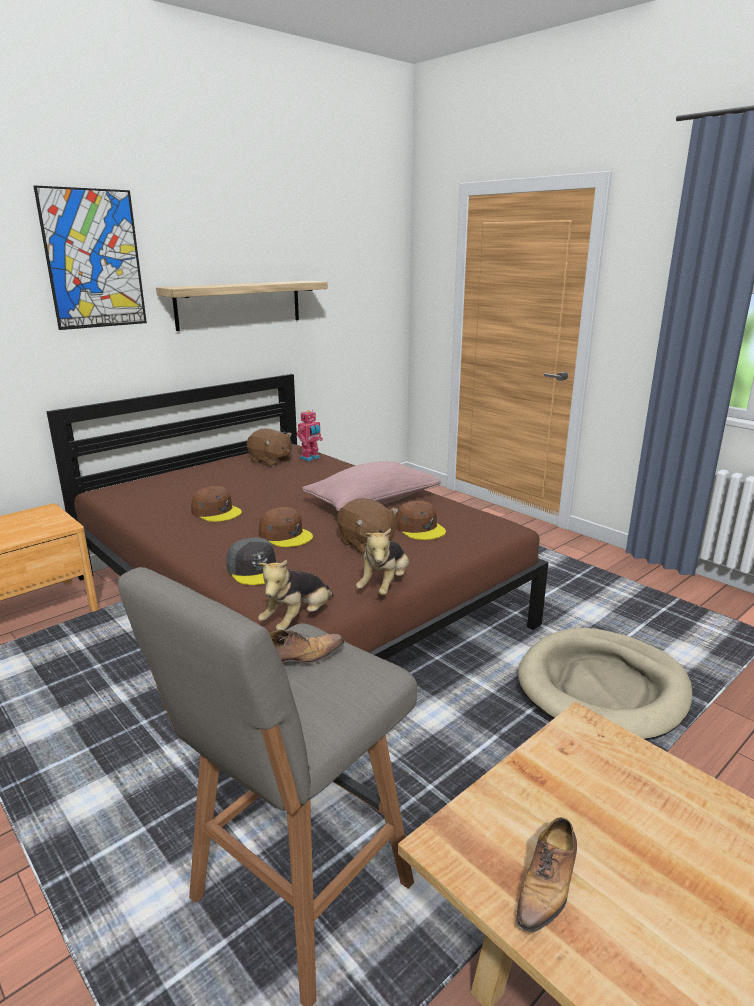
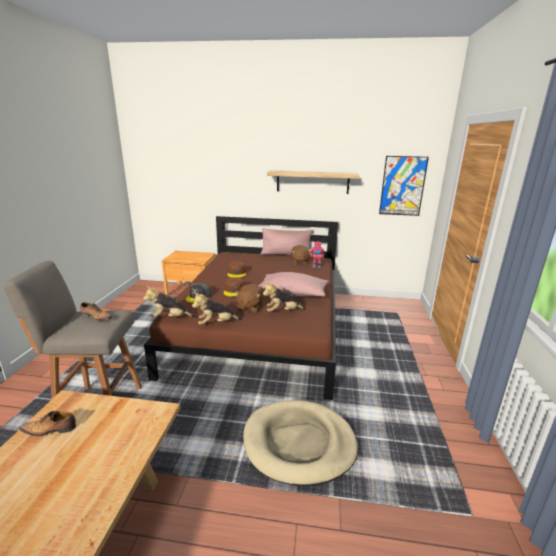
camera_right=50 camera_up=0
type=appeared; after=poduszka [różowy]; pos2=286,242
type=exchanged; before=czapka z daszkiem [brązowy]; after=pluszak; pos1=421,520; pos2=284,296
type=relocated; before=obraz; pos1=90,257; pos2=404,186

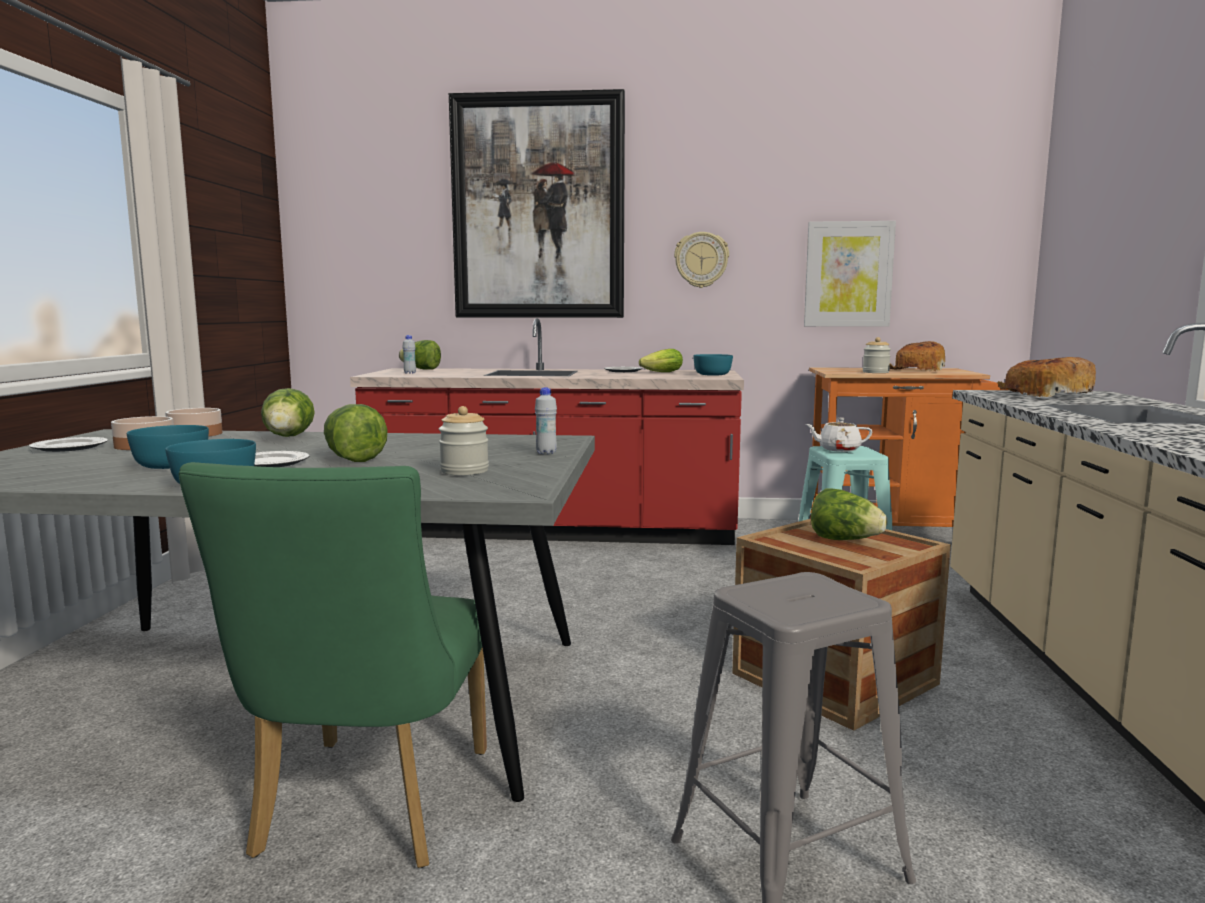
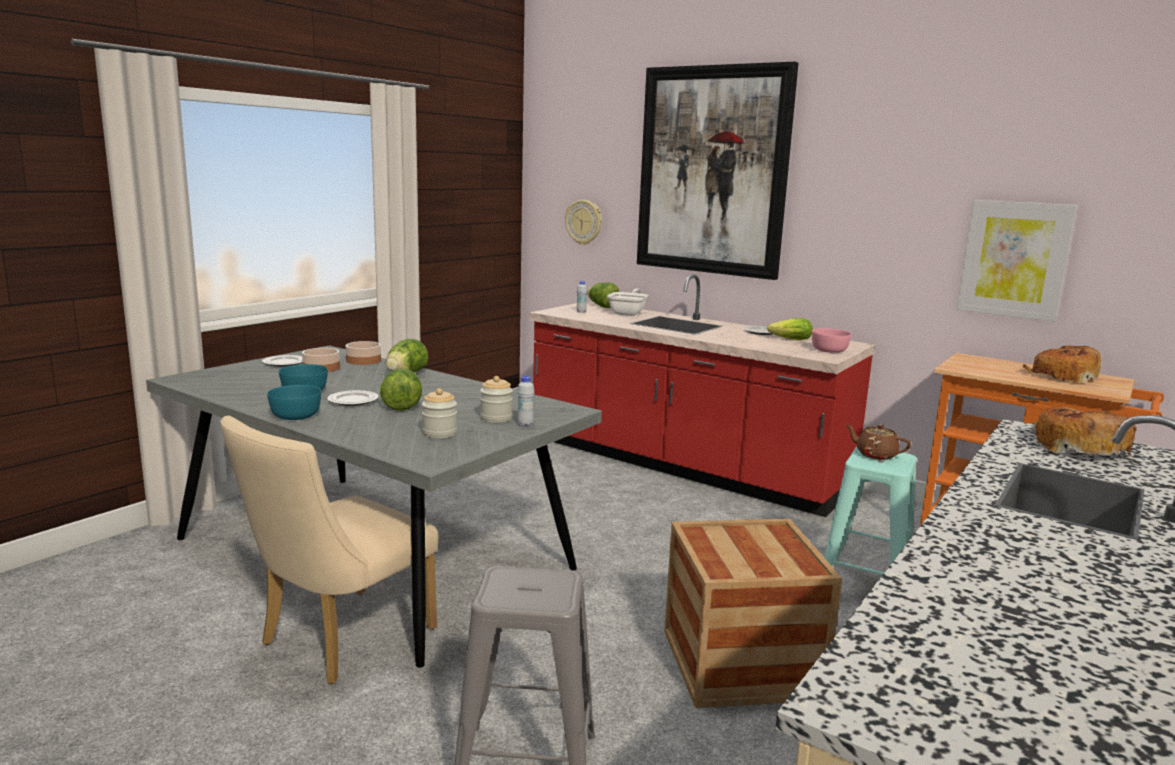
camera_right=30 camera_up=5
type=colour; before=krzesło [zielony]; after=krzesło [beżowy]; pos1=333,665; pos2=329,550
type=relocated; before=słoik; pos1=877,355; pos2=496,399
type=relocated; before=zegar ścienny; pos1=701,260; pos2=583,222
type=appeared; after=patelnia; pos2=627,302
type=colour; before=miska [turkusowy]; after=miska [różowy]; pos1=713,365; pos2=832,340
type=colour; before=imbryk [biały]; after=imbryk [brązowy]; pos1=838,435; pos2=878,442
type=missing; before=sałata; pos1=849,514

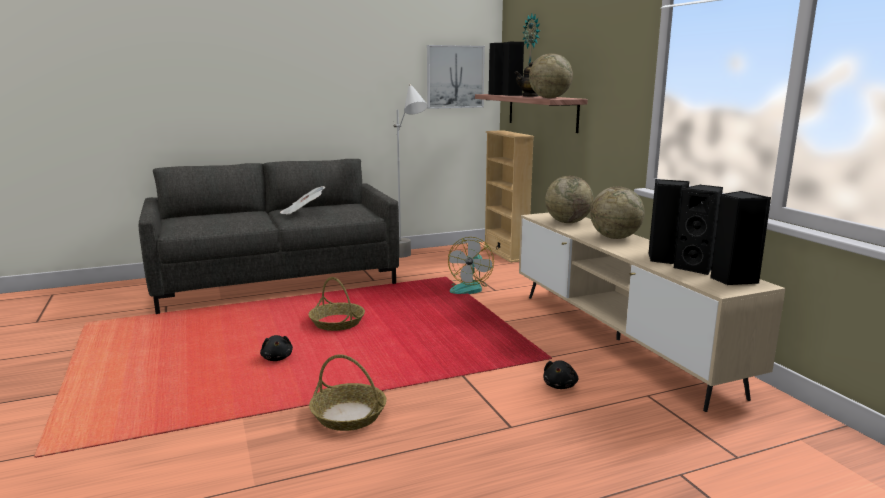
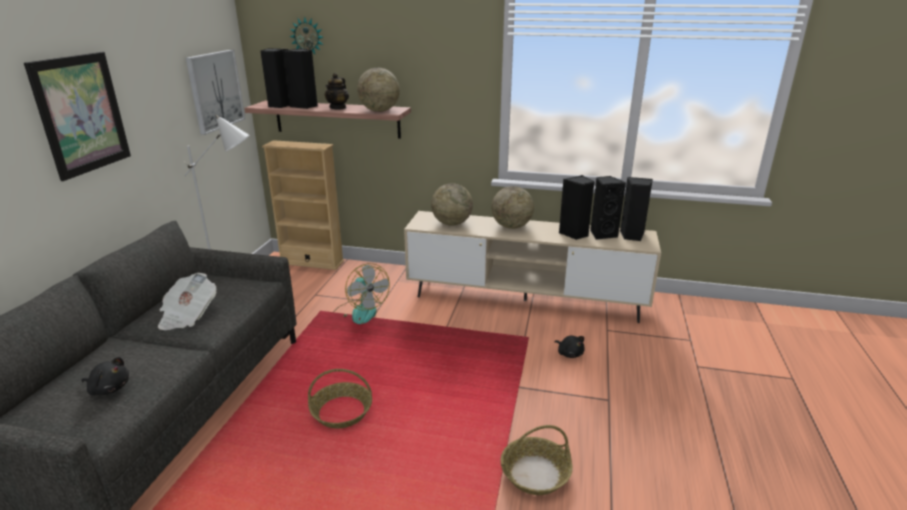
camera_right=-55 camera_up=10
type=appeared; after=obraz; pos2=77,116
type=relocated; before=pluszak [czarny]; pos1=276,348; pos2=105,376

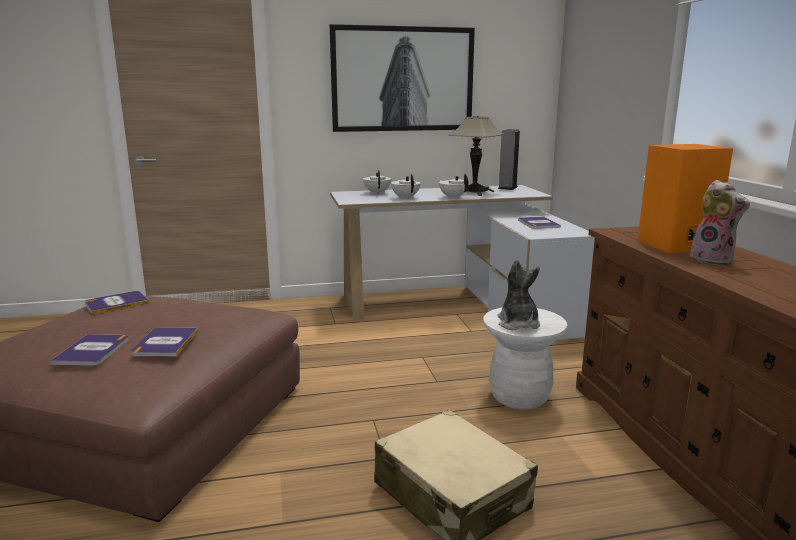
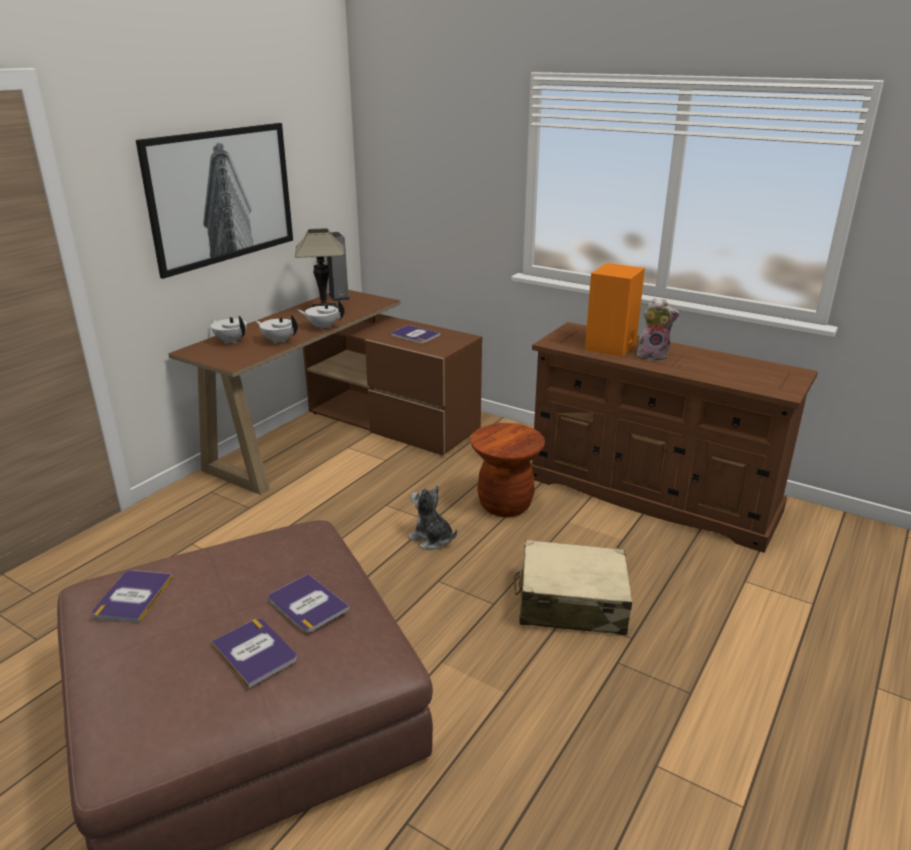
camera_right=-45 camera_up=10
type=colour; before=biurko [biały]; after=biurko [brązowy]; pos1=462,262; pos2=325,392
type=relocated; before=pluszak; pos1=519,294; pos2=432,517
type=colour; before=stołek [biały]; after=stołek [brązowy]; pos1=525,358; pos2=507,470

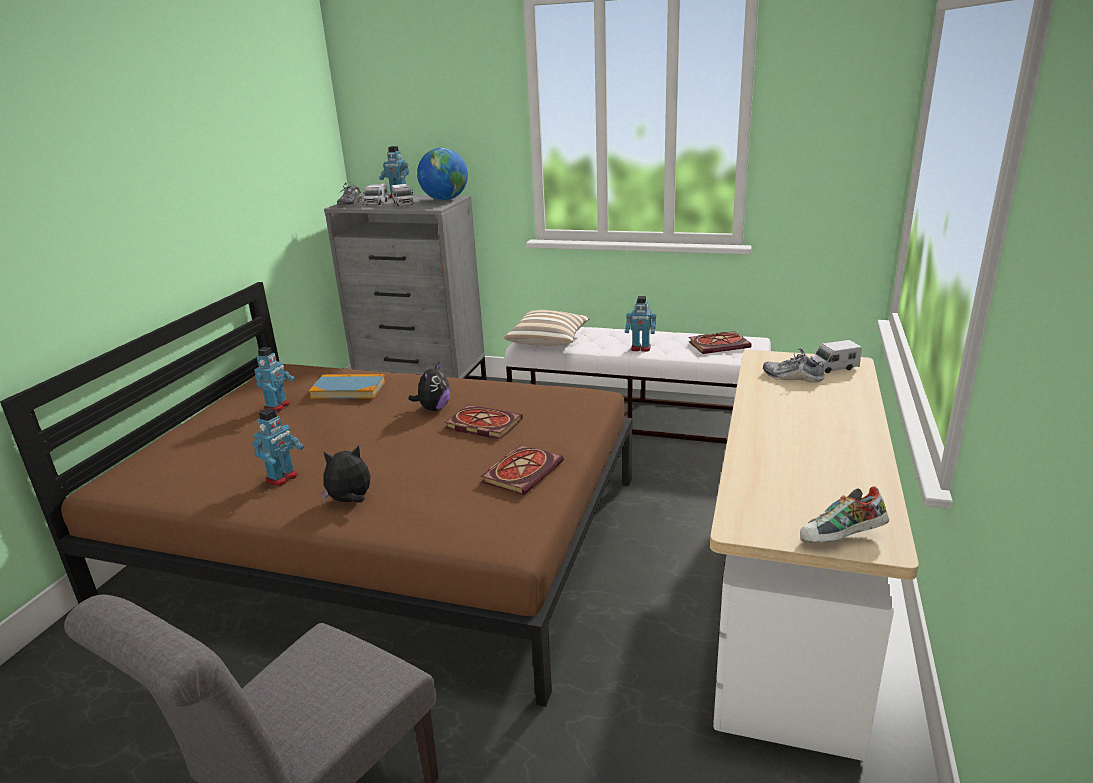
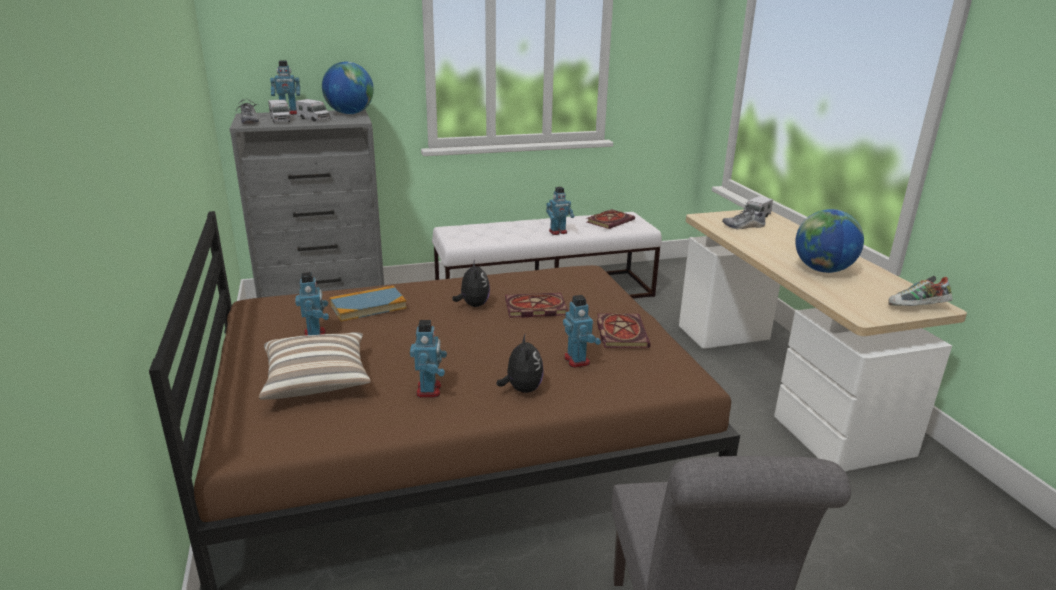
camera_right=-35 camera_up=0
type=relocated; before=poduszka; pos1=547,328; pos2=314,366
type=spun; before=pluszak; pos1=345,474; pos2=519,363; turn=135
type=appeared; after=robot zabawkowy; pos2=582,331
type=appeared; after=globus; pos2=829,241
type=spun; before=but; pos1=844,514; pos2=920,291; turn=45

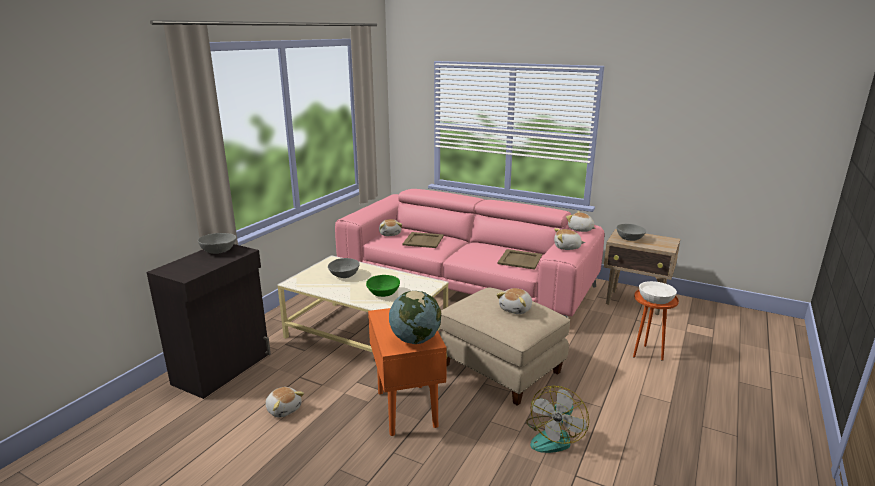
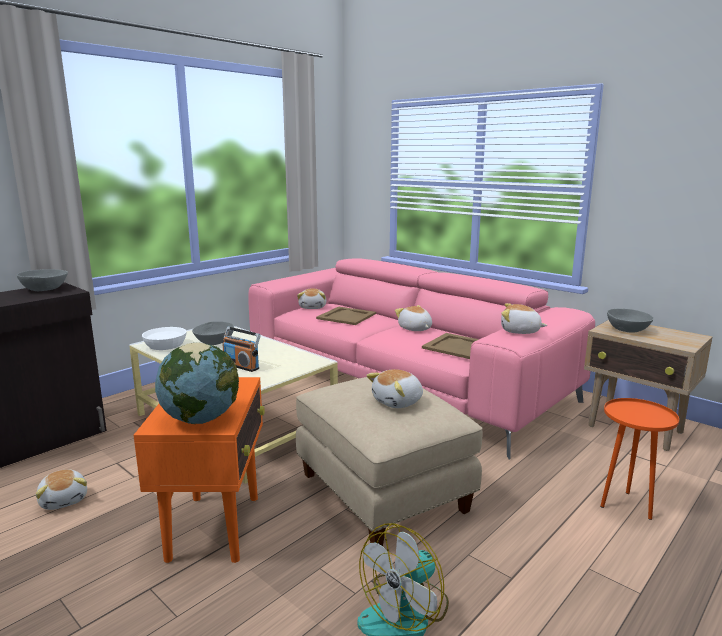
camera_right=15 camera_up=-5
type=relocated; before=miska [biały]; pos1=658,292; pos2=164,338
type=exchanged; before=miska [zielony]; after=radio; pos1=383,286; pos2=242,349
type=relocated; before=pluszak; pos1=581,221; pos2=413,318

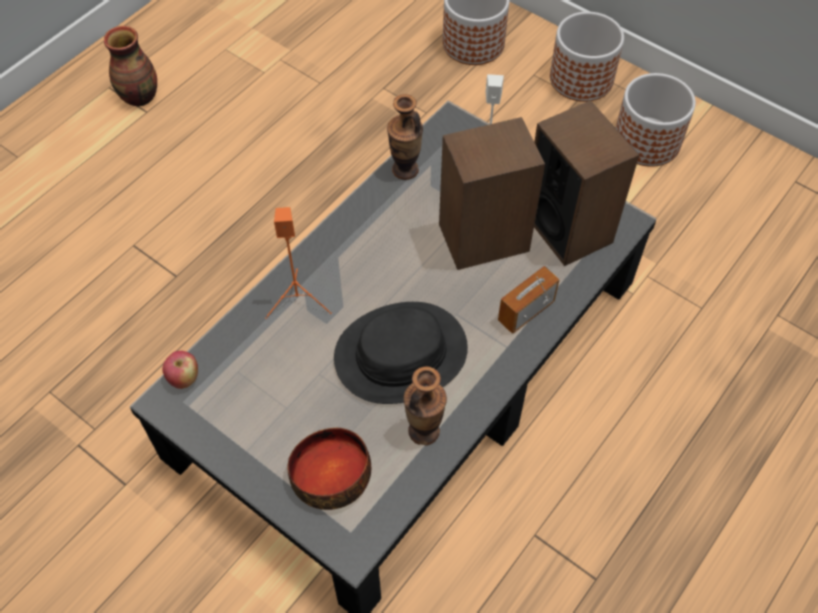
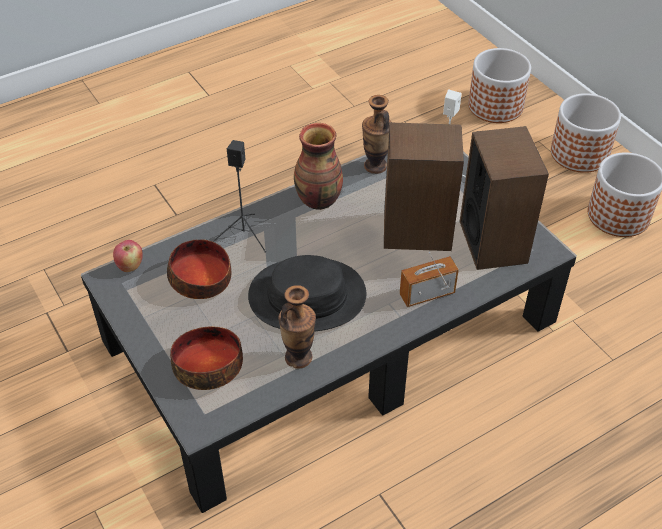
camera_right=20 camera_up=-10
type=appeared; after=miska; pos2=199,269
type=colour; before=głośnik [pomarańczowy]; after=głośnik [czarny]; pos1=298,263; pos2=239,196
type=relocated; before=wazon; pos1=130,66; pos2=318,166

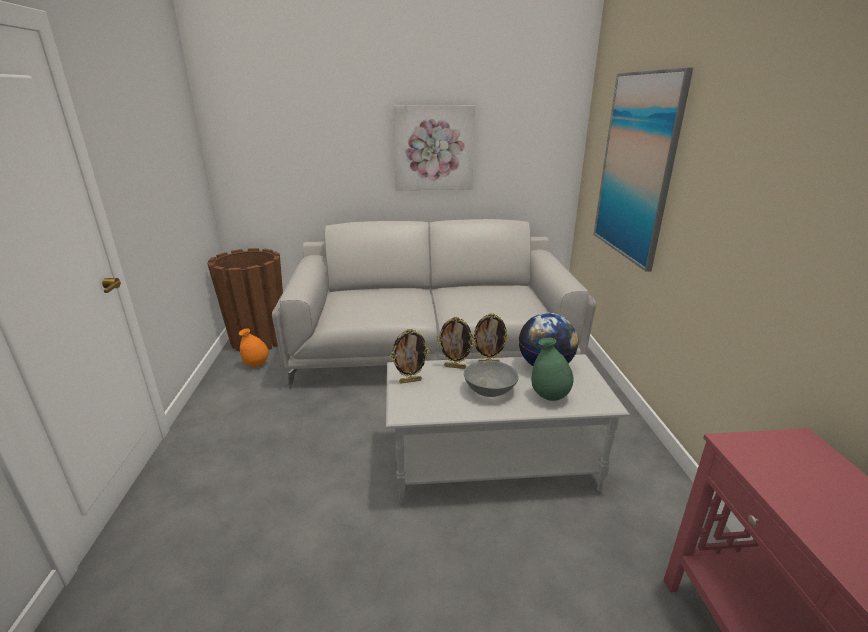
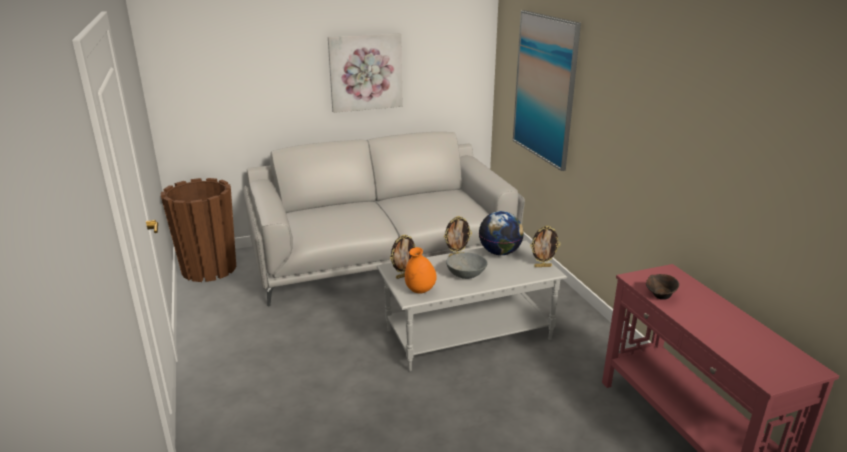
camera_right=-15 camera_up=0
type=relocated; before=wazon [pomarańczowy]; pos1=253,347; pos2=421,270
type=relocated; before=ramka na zdjęcie; pos1=456,343; pos2=545,246
type=appeared; after=miska [brązowy]; pos2=662,287
type=missing; before=wazon [zielony]; pos1=552,369

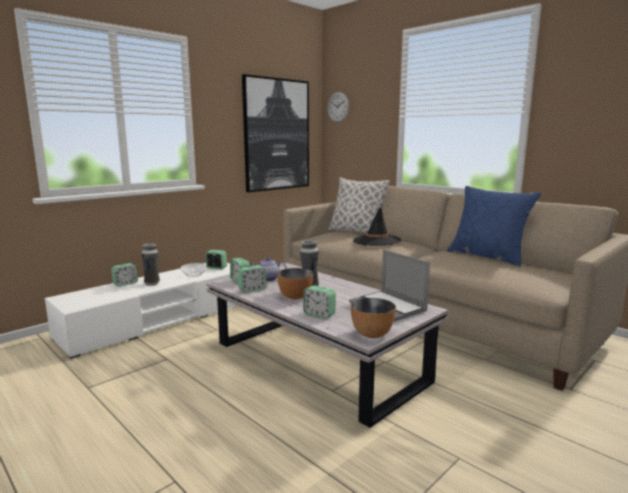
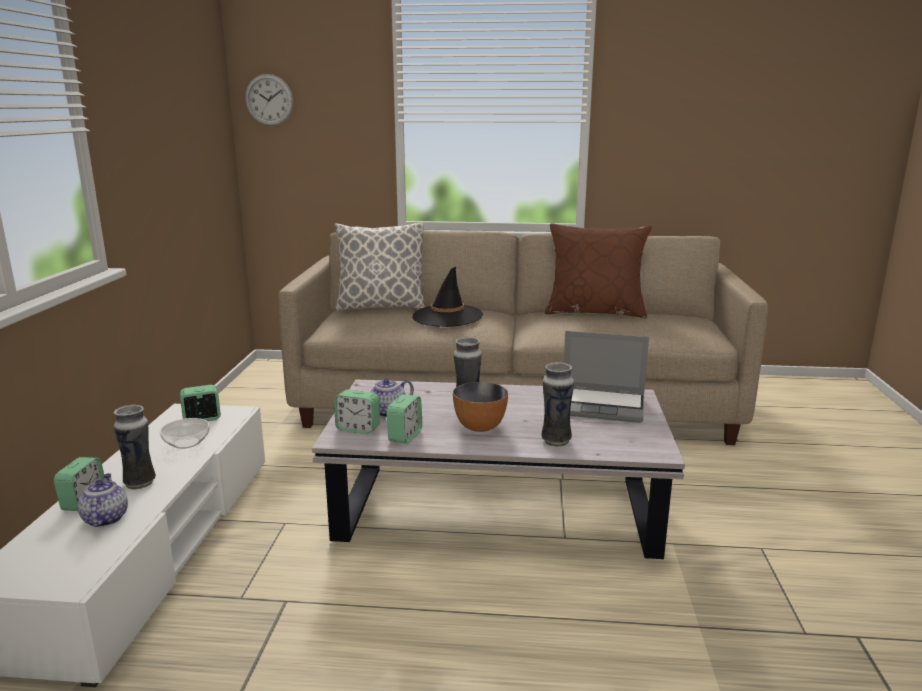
camera_right=-40 camera_up=5
type=appeared; after=imbryk; pos2=102,500
type=exchanged; before=budzik; after=wazon; pos1=319,302; pos2=557,404
type=colour; before=poduszka [niebieski]; after=poduszka [brązowy]; pos1=494,226; pos2=598,271
type=missing; before=obraz; pos1=275,133
type=missing; before=miska; pos1=373,318

